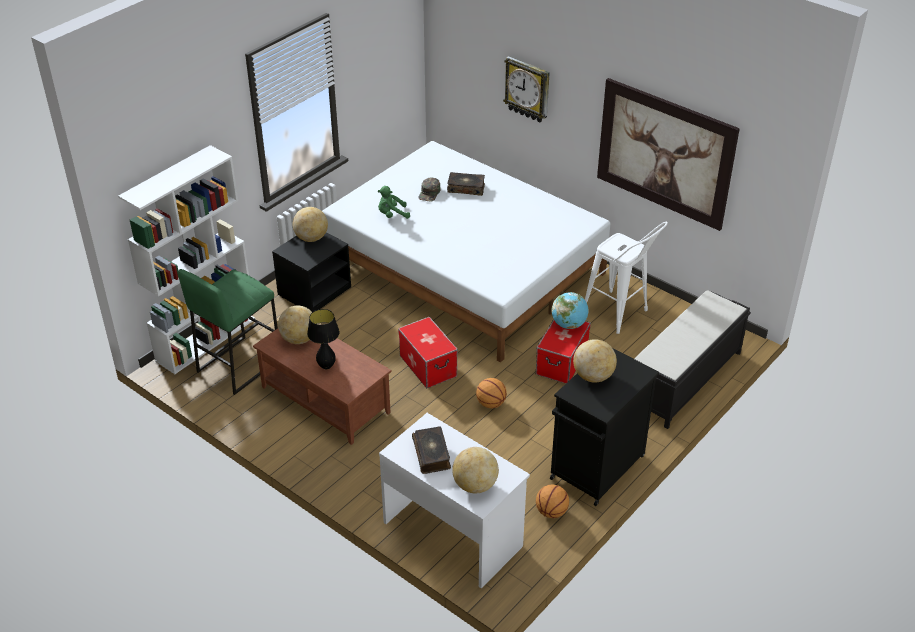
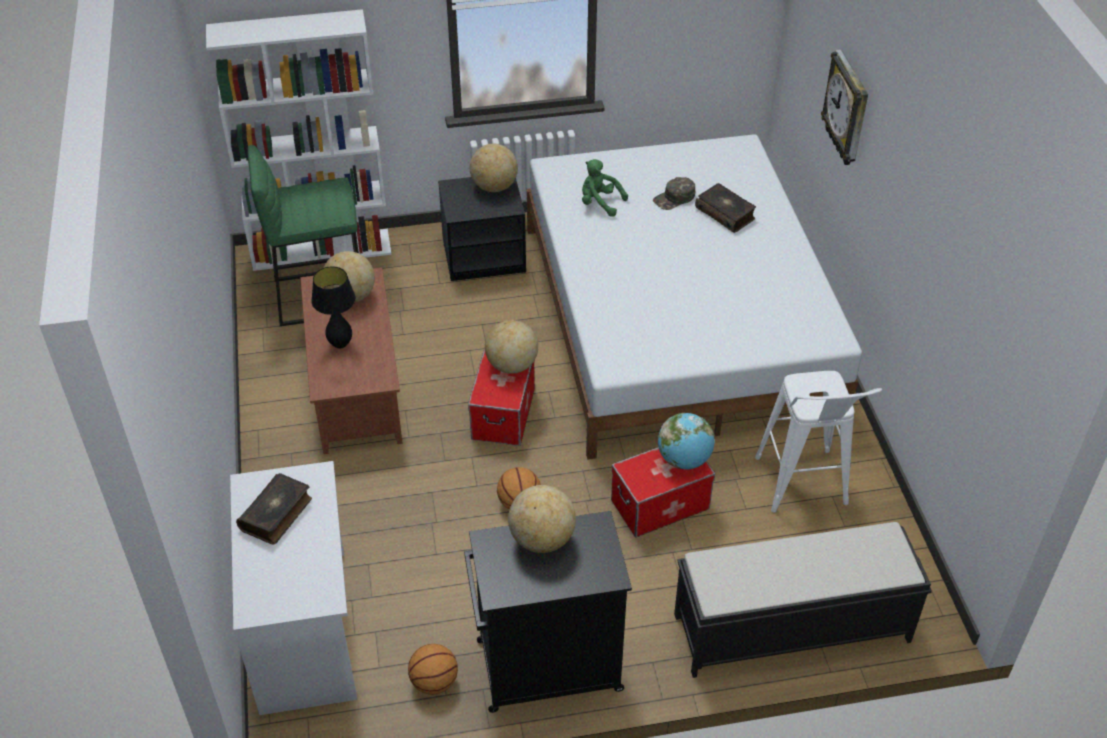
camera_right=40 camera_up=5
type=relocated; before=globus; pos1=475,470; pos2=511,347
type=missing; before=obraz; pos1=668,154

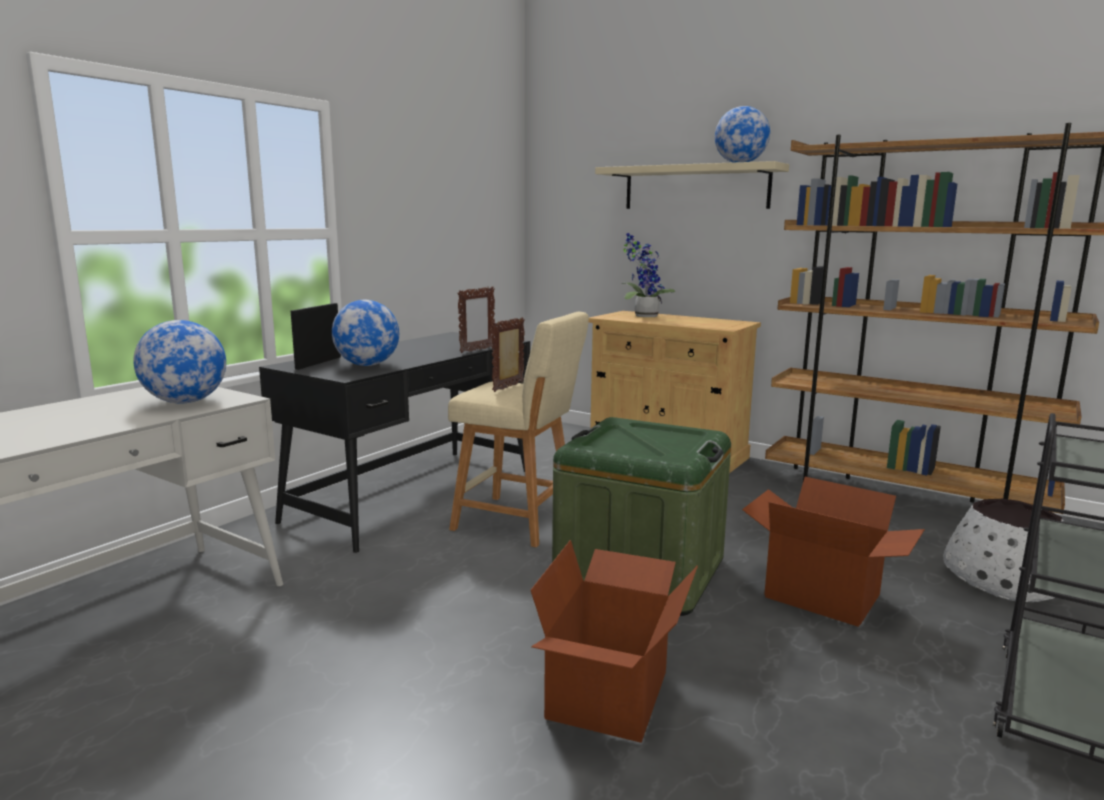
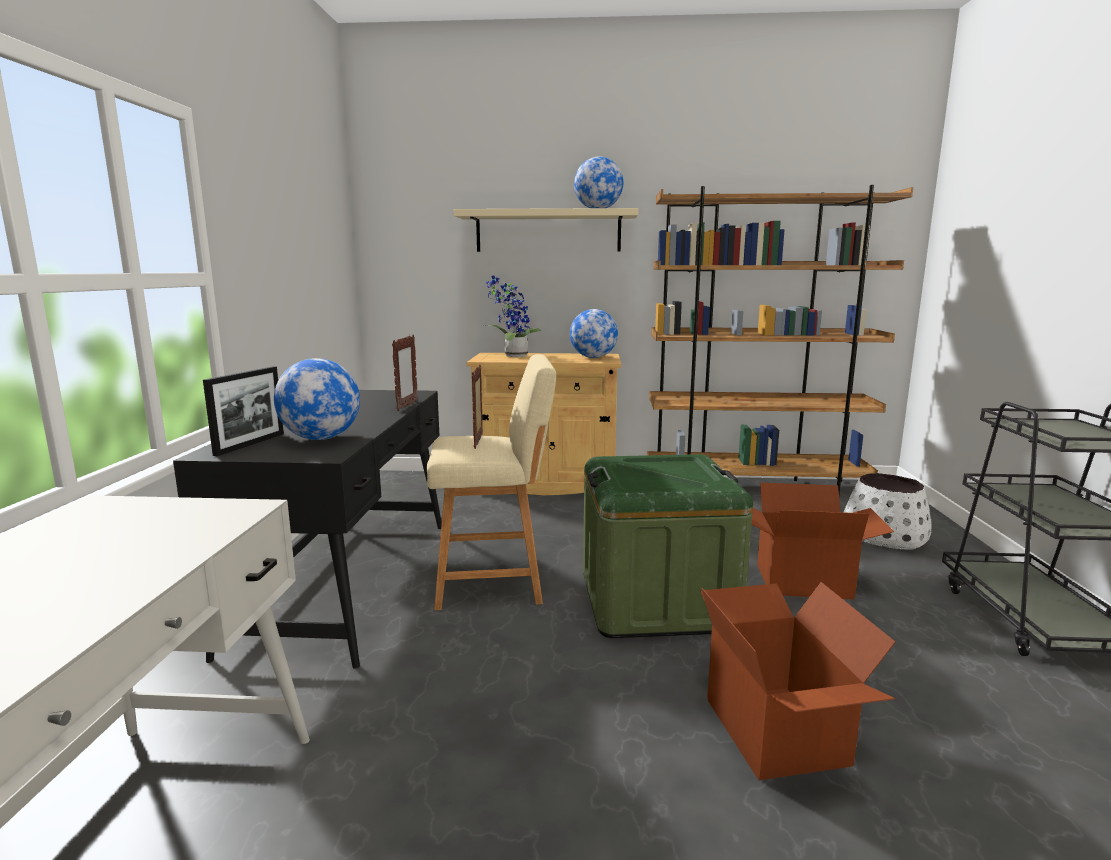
camera_right=-30 camera_up=0
type=spun; before=ramka na zdjęcie; pos1=316,336; pos2=243,411; turn=-150
type=relocated; before=globus; pos1=179,362; pos2=594,333

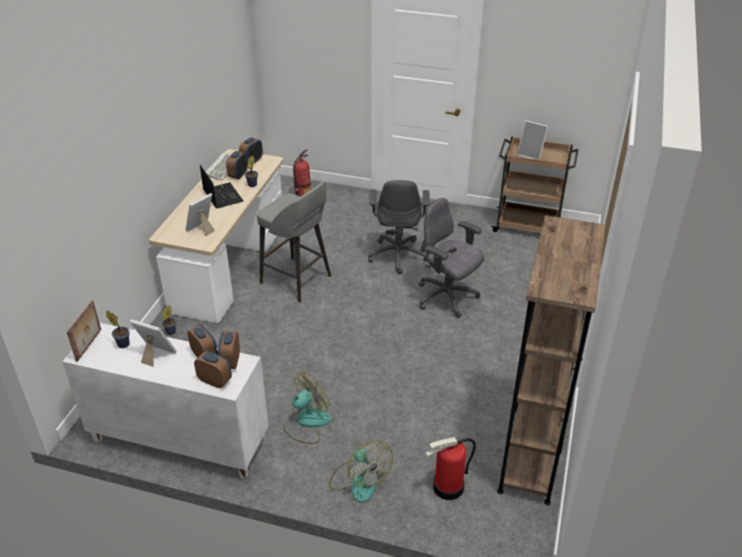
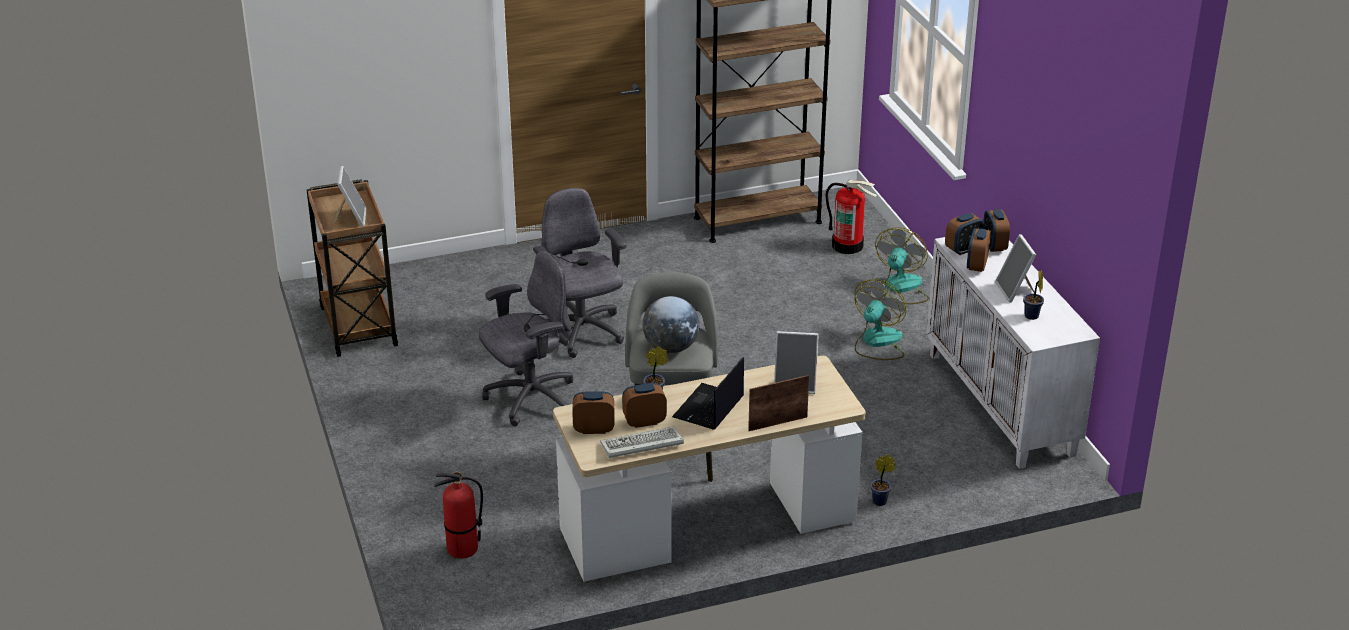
camera_right=-125 camera_up=-5
type=spun; before=krzesło biurowe [szary]; pos1=451,258; pos2=579,273; turn=150
type=appeared; after=globus; pos2=671,324
type=relocated; before=ramka na zdjęcie; pos1=84,331; pos2=778,403
type=spun; before=wentylator; pos1=308,408; pos2=880,319; turn=105

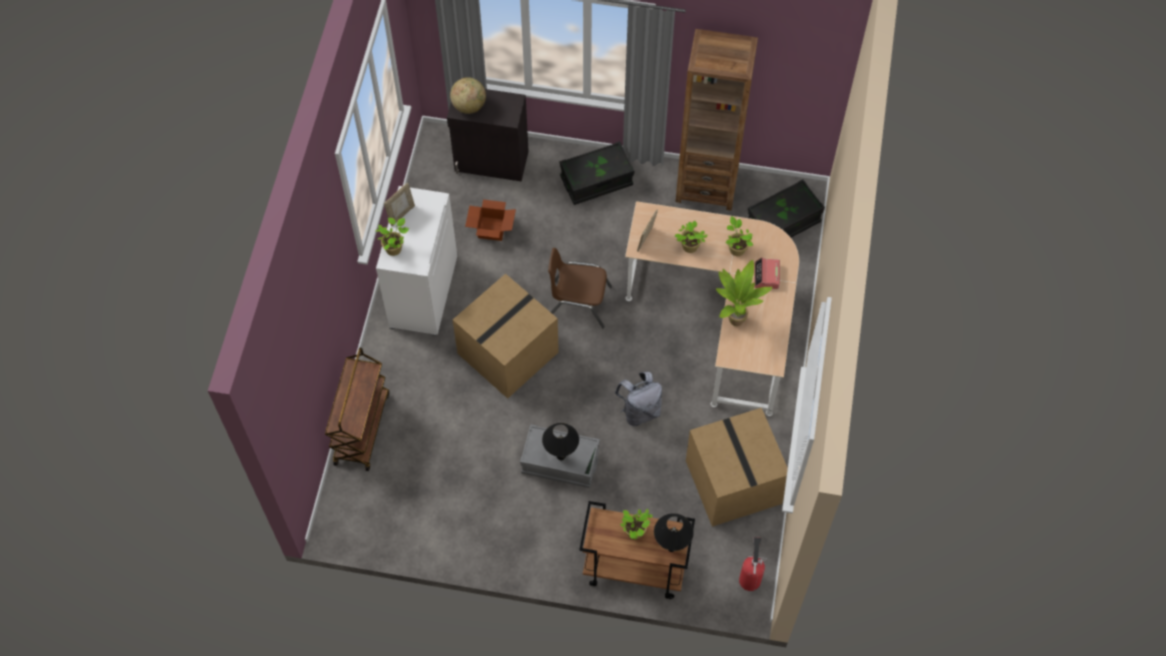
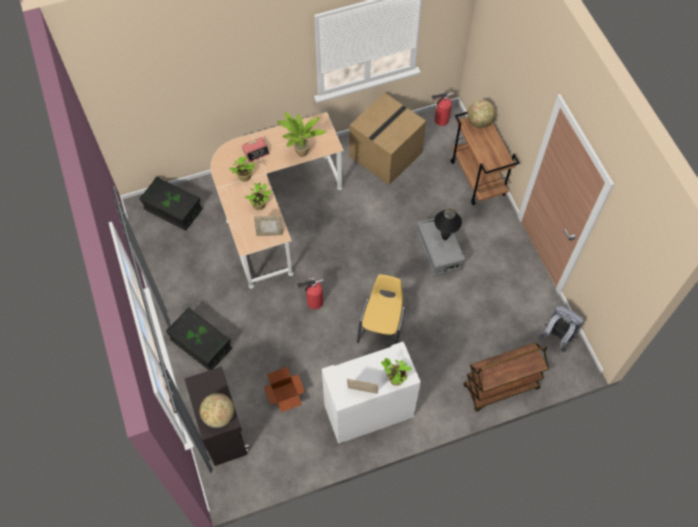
camera_right=-120 camera_up=0
type=exchanged; before=krzesło [brązowy]; after=gaśnica; pos1=580,288; pos2=310,293
type=exchanged; before=karton; after=krzesło [żółty]; pos1=506,336; pos2=381,309
type=exchanged; before=lampa stołowa [czarny]; after=globus; pos1=674,532; pos2=481,114
type=relocated; before=plecak [szary]; pos1=638,399; pos2=561,329
type=missing; before=roślina doniczkowa; pos1=636,524
type=missing; before=regał [brązowy]; pos1=717,120

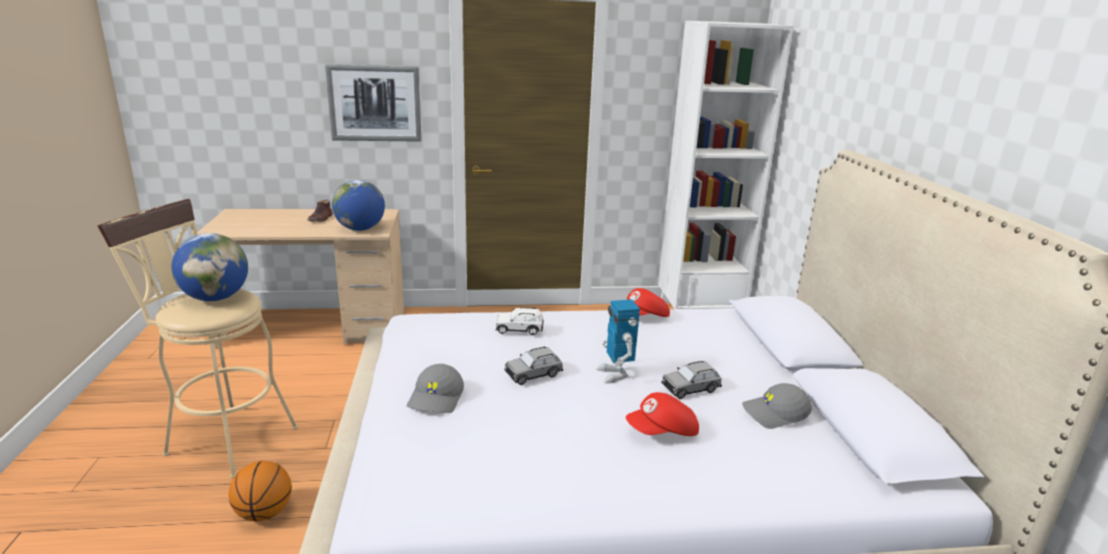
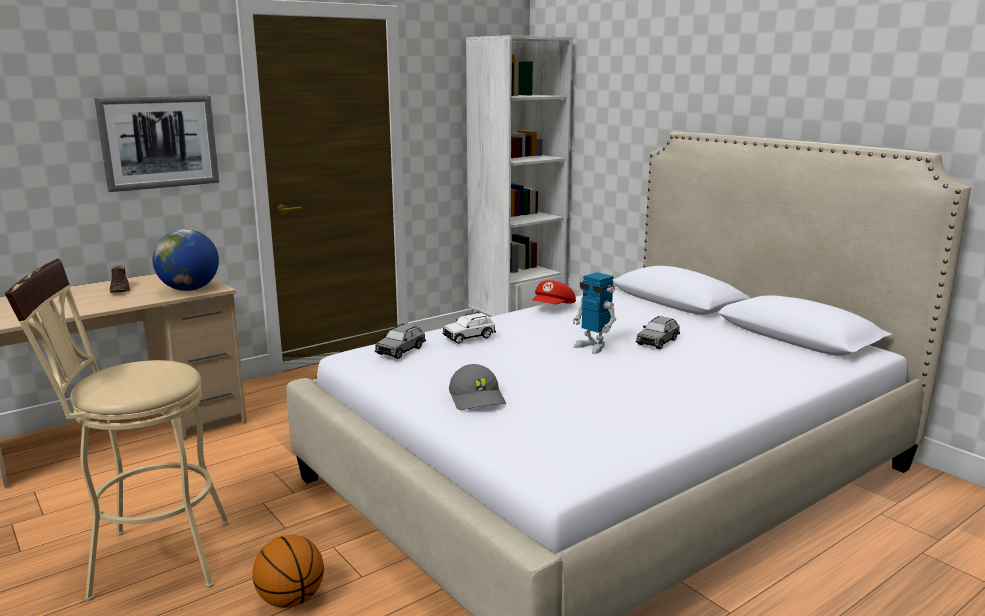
camera_right=-30 camera_up=-5
type=relocated; before=samochodzik [szary]; pos1=534,366; pos2=400,341
type=missing; before=globus; pos1=210,267
type=missing; before=czapka z daszkiem [czerwony]; pos1=662,414
type=missing; before=czapka z daszkiem [szary]; pos1=777,406

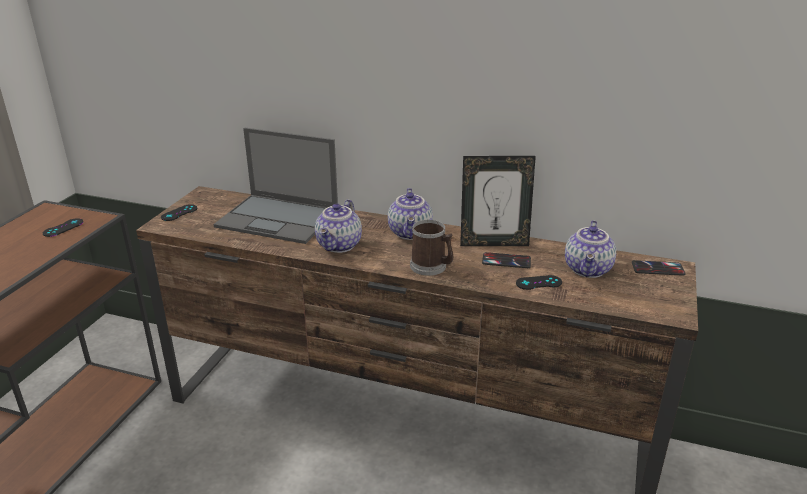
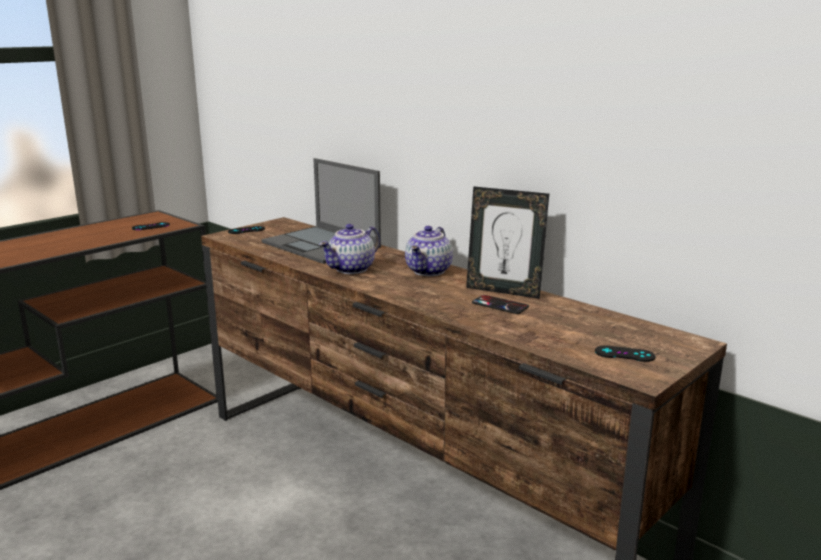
camera_right=25 camera_up=-10
type=relocated; before=pad do gier [czarny]; pos1=539,282; pos2=625,353
type=missing; before=kubek; pos1=431,248
type=missing; before=imbryk; pos1=590,249
type=missing; before=telefon; pos1=658,268

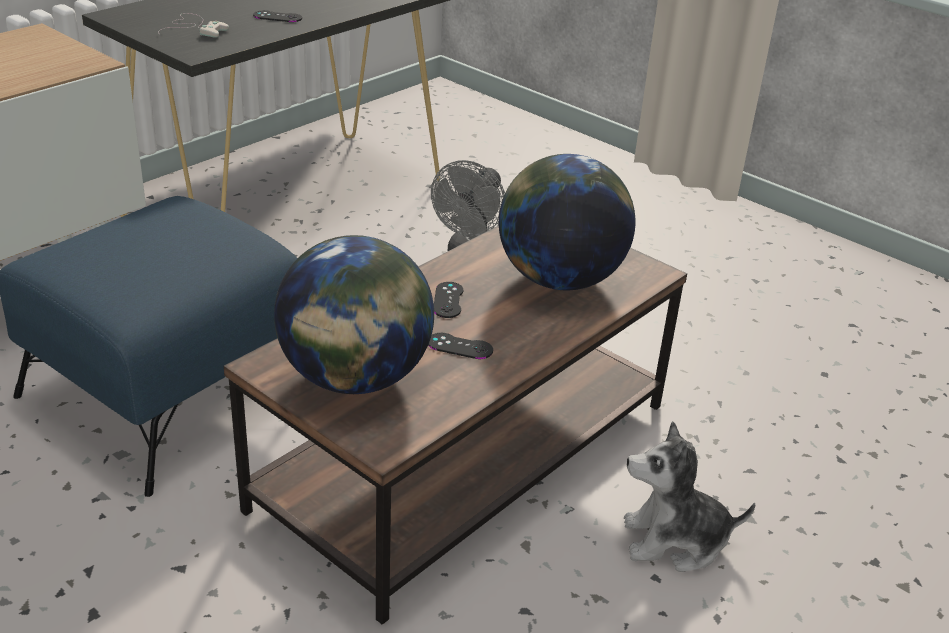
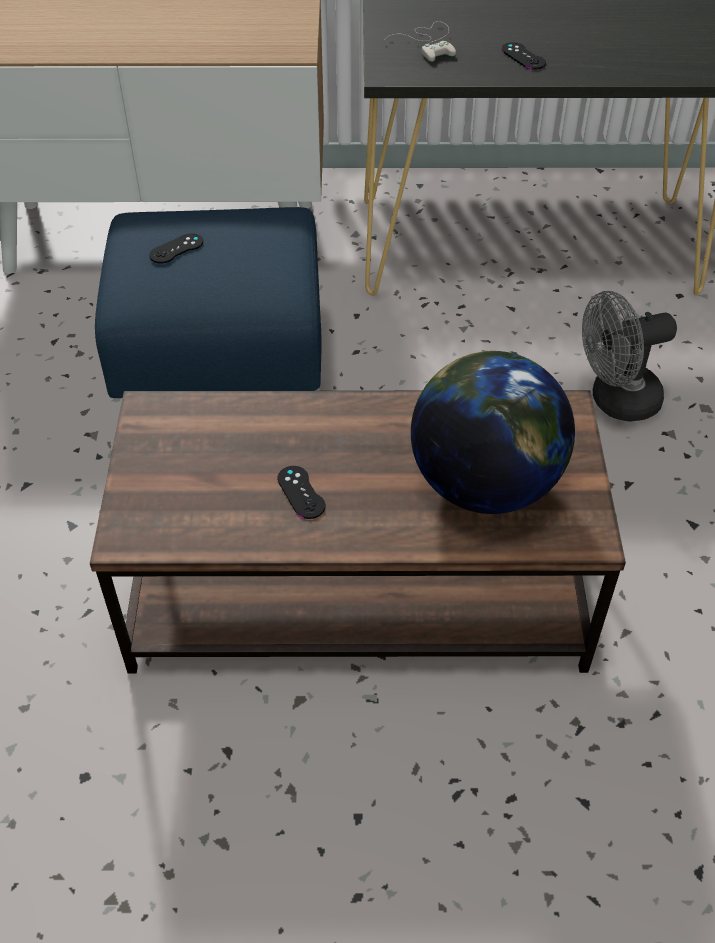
camera_right=50 camera_up=15
type=relocated; before=pad do gier [czarny]; pos1=448,300; pos2=176,248
type=missing; before=globus; pos1=354,314
type=missing; before=pluszak; pos1=689,496

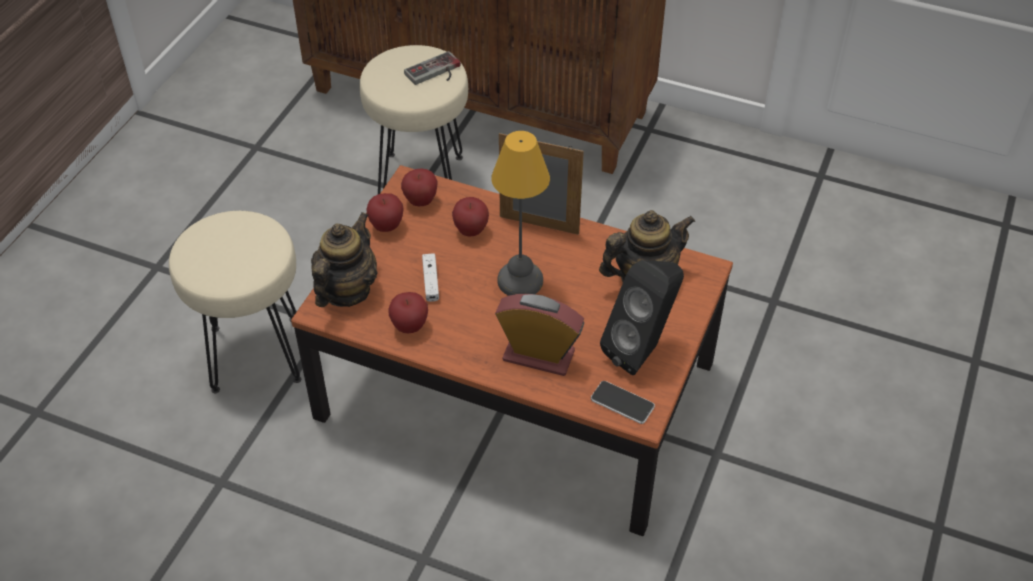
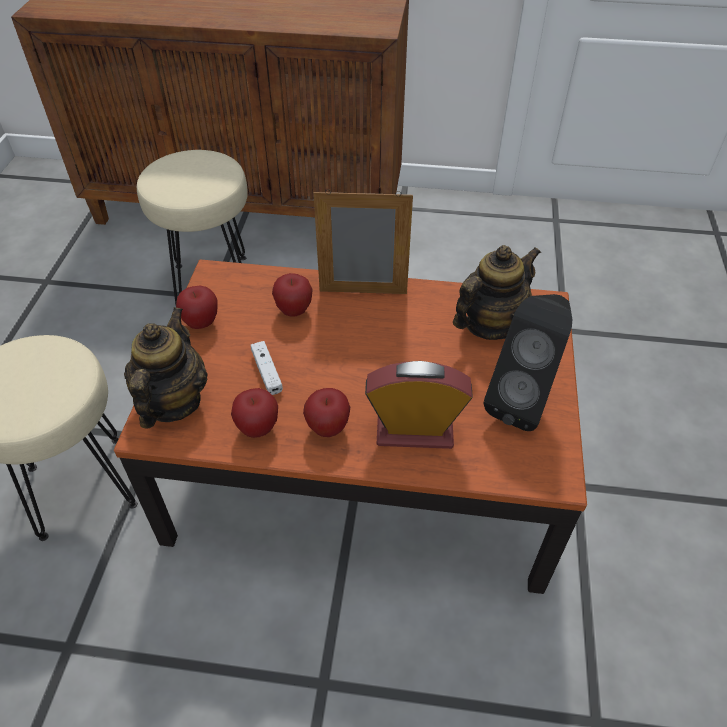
camera_right=-15 camera_up=0
type=relocated; before=jabłko; pos1=419,187; pos2=326,412
type=missing; before=pad do gier; pos1=432,68
type=missing; before=lampa stołowa; pos1=520,213
type=missing; before=telefon; pos1=623,402

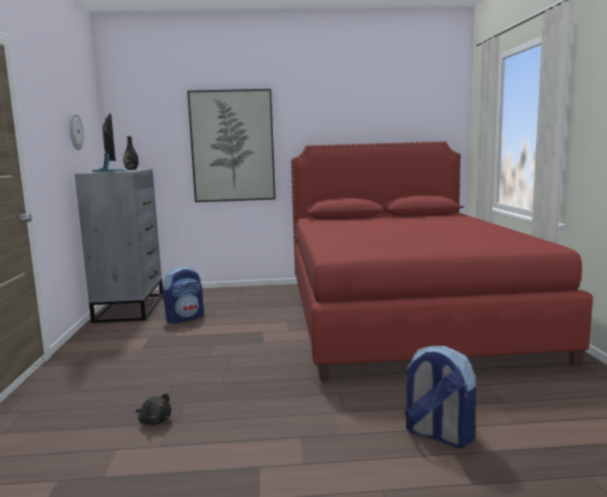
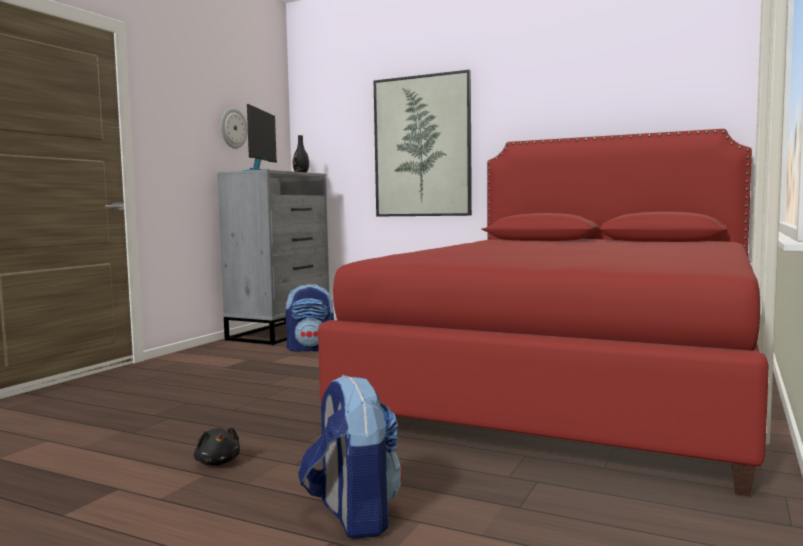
camera_right=30 camera_up=-5
type=relocated; before=pluszak [czarny]; pos1=154,409; pos2=217,446

